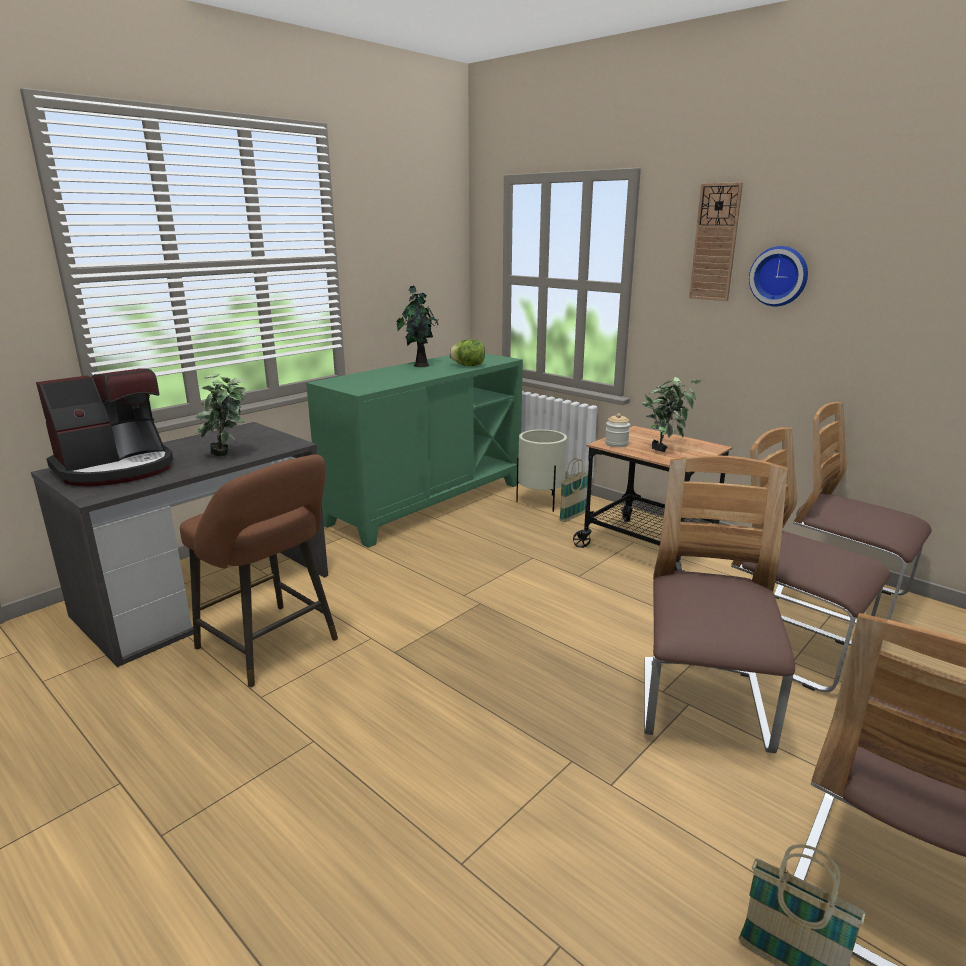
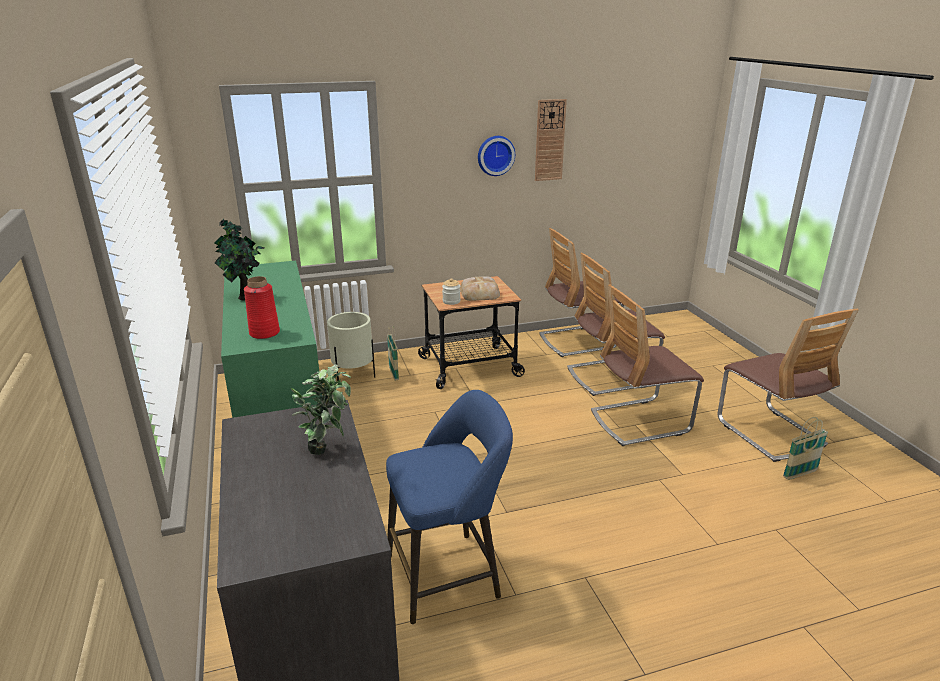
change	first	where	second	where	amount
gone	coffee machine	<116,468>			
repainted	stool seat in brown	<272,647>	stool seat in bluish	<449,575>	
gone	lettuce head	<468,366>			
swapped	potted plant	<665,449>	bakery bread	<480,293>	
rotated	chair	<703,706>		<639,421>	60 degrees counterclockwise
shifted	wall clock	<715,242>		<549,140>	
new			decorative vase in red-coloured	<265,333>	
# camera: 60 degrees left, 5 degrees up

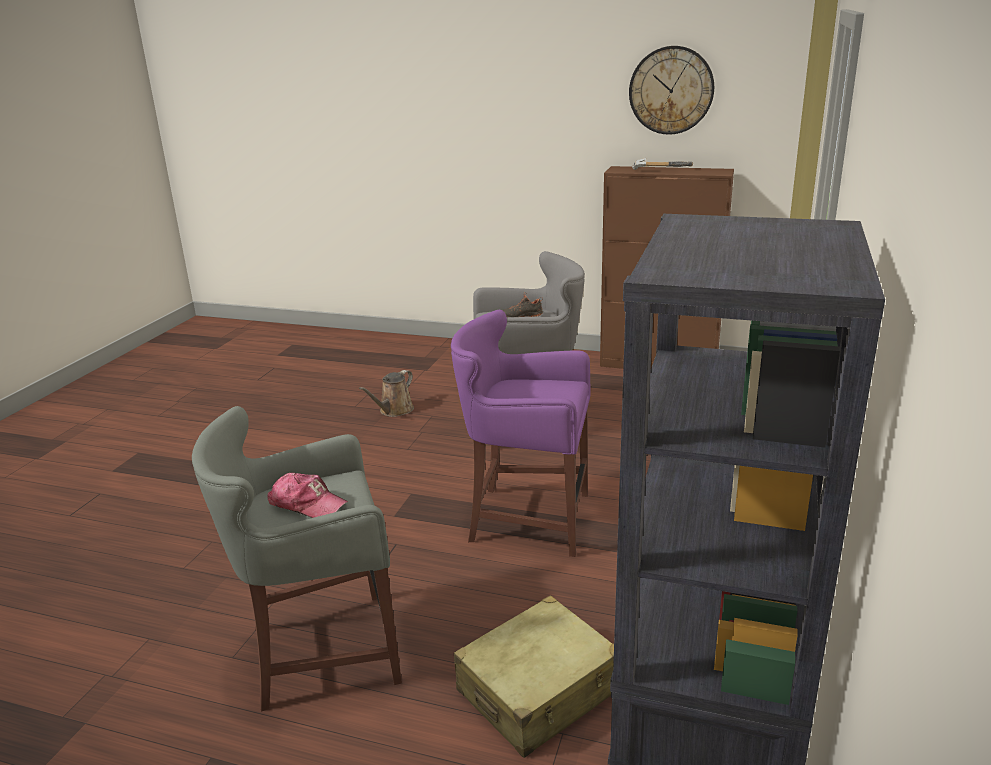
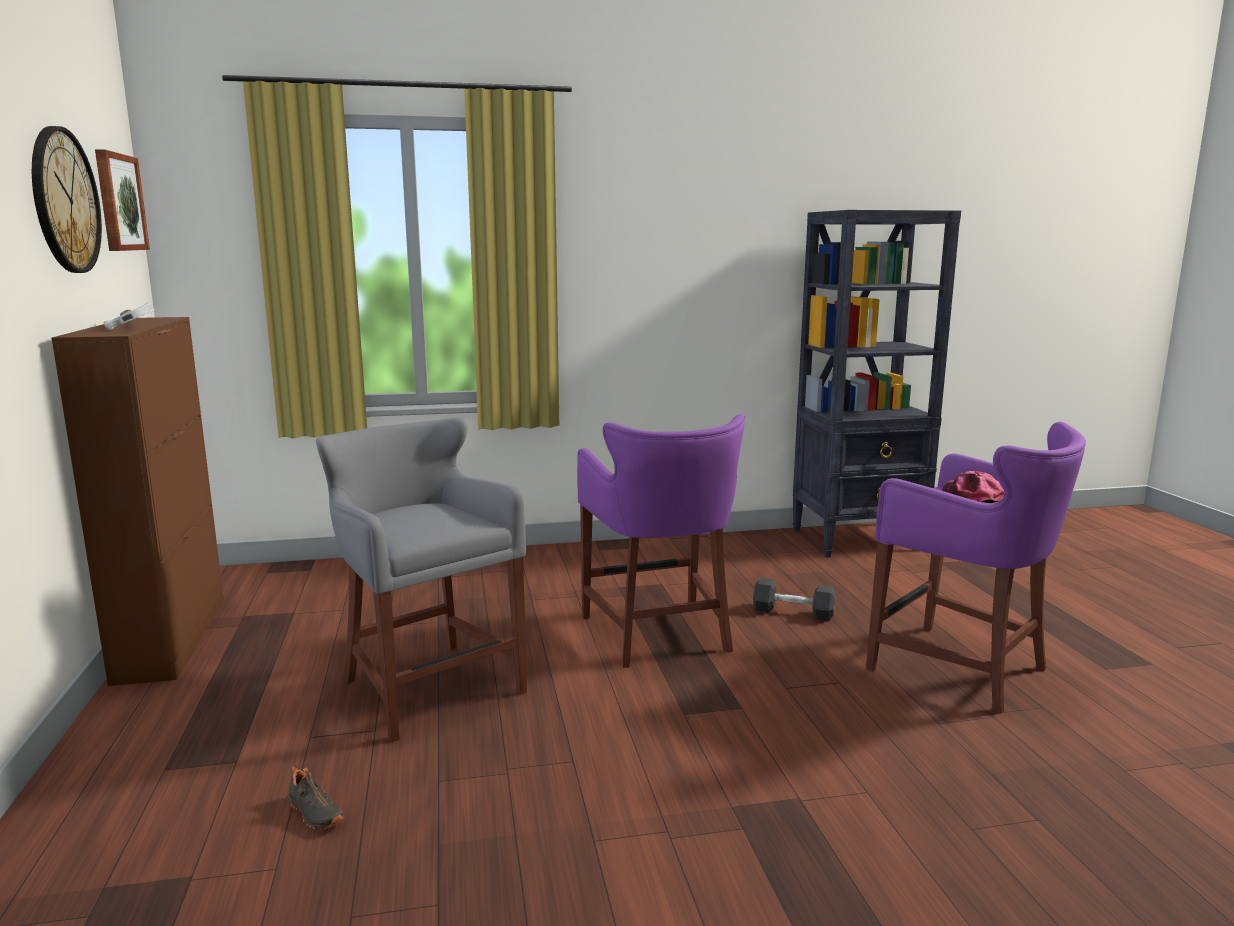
change	first	where	second	where	amount
repainted	stool seat in gray	<319,652>	stool seat in purplish	<963,669>	
gone	watering can in brown	<394,411>			
gone	suitcase in beige-coloured	<539,691>			
shifted	shoe in black	<520,316>		<314,813>	
new			picture	<119,202>	
new			dumbbell in gray	<793,612>	
# camera: 120 degrees left, 10 degrees down

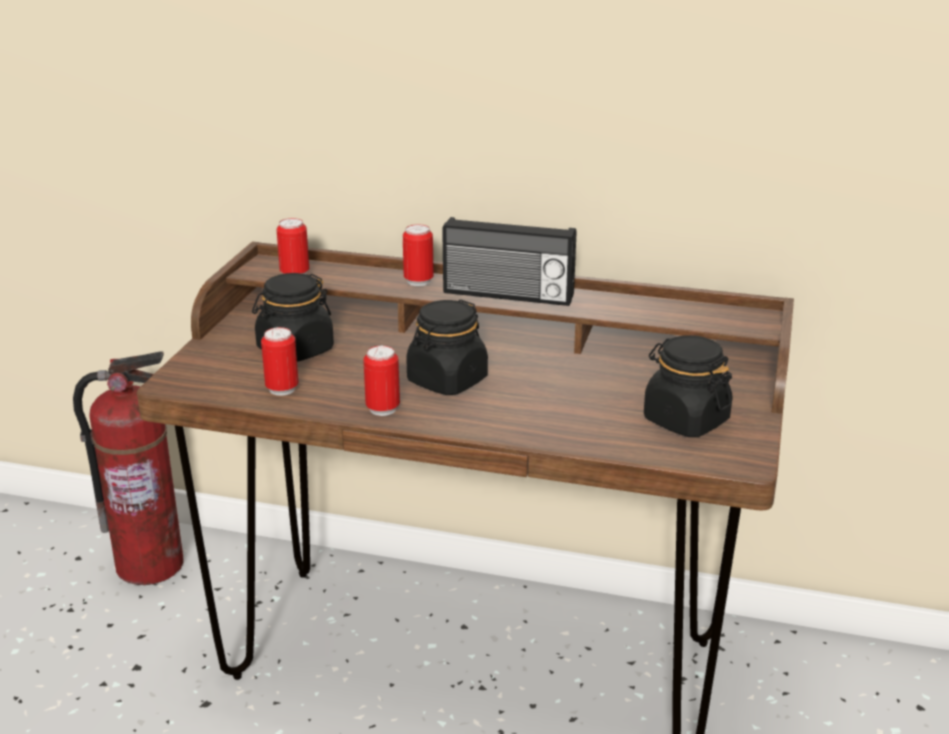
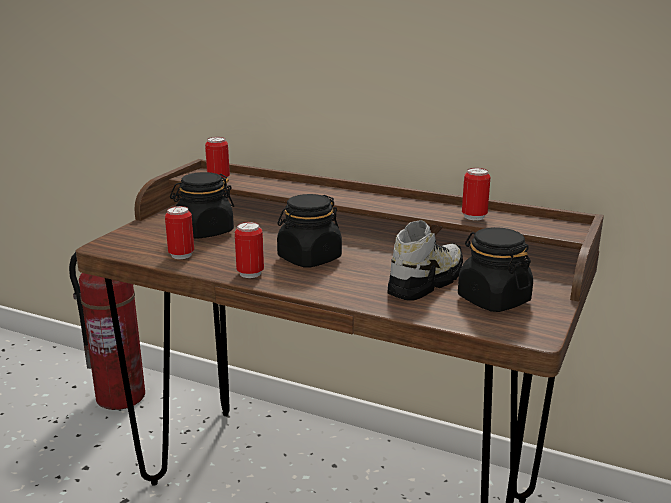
change	first	where	second	where	amount
shifted	sealed can	<418,281>		<474,217>	
gone	radio receiver	<508,295>			
new			shoe	<425,282>	
# camera: 10 degrees right, 5 degrees down

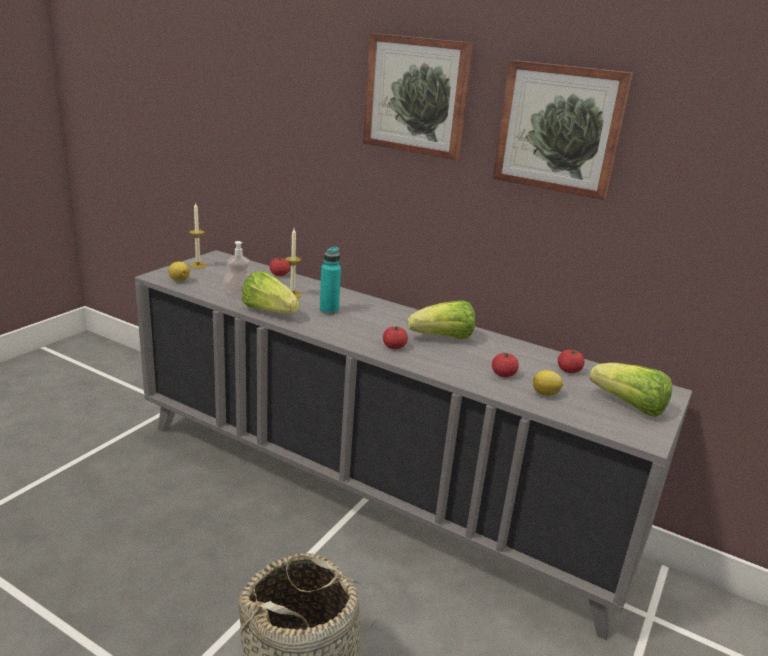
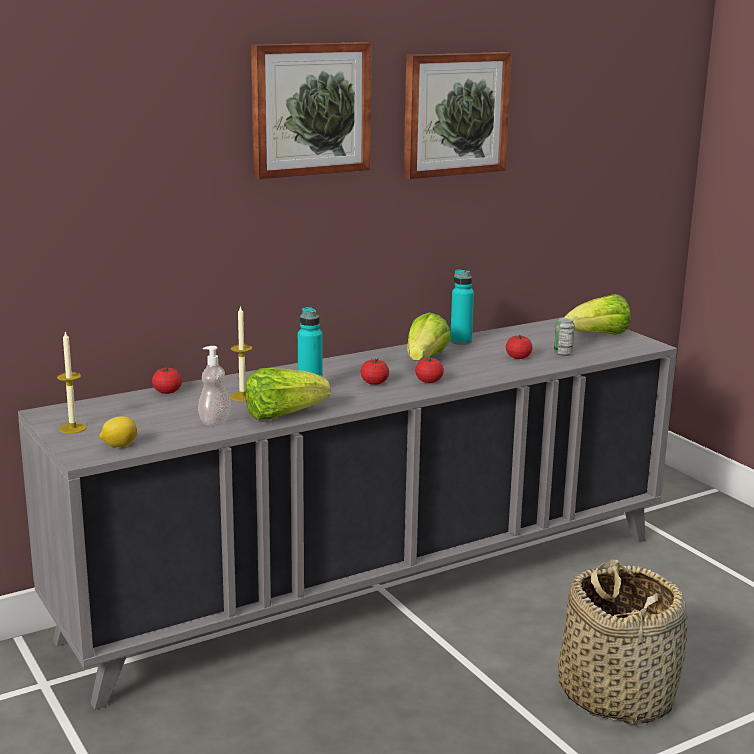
change	first	where	second	where	amount
swapped	whole lemon	<546,394>	sealed can	<562,353>	
shifted	whole tomato	<569,370>		<374,383>	
new			bottle in turquoise	<461,341>	
# camera: 60 degrees left, 5 degrees down

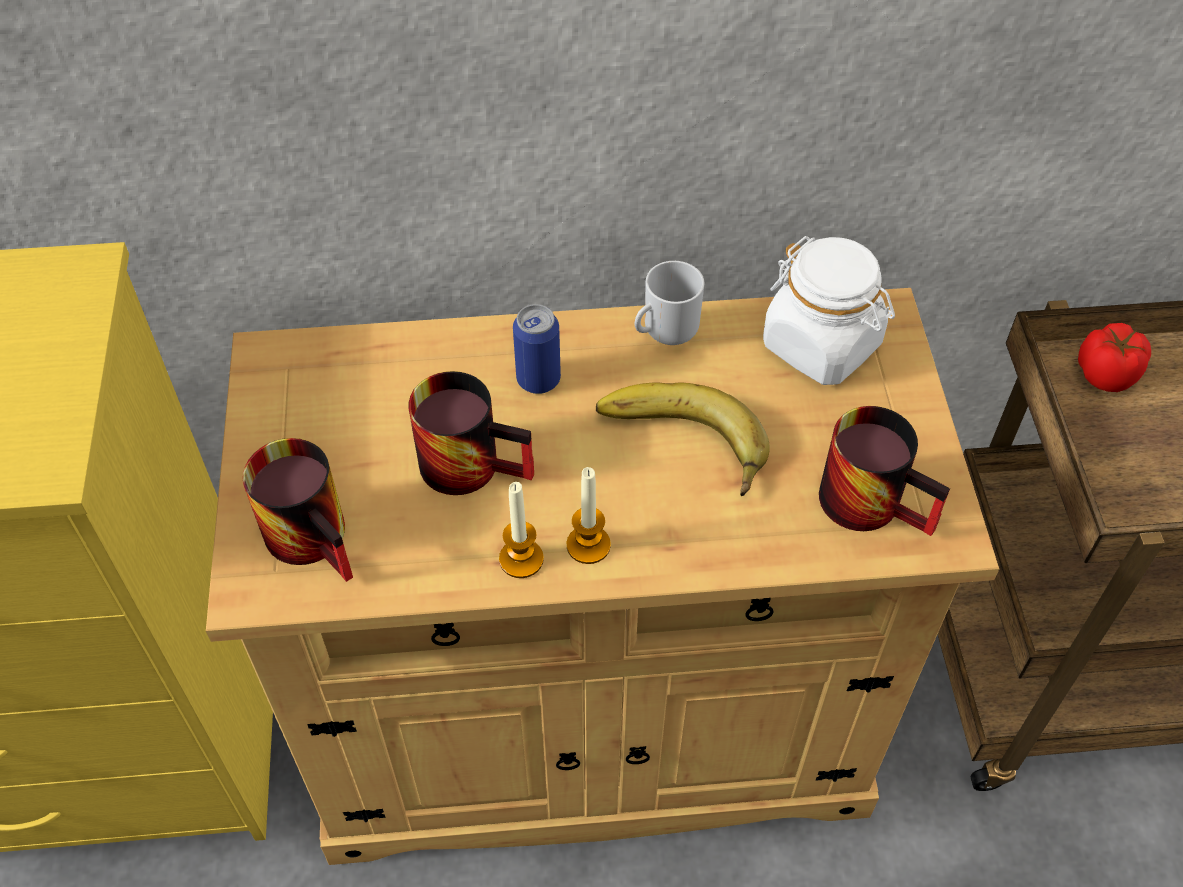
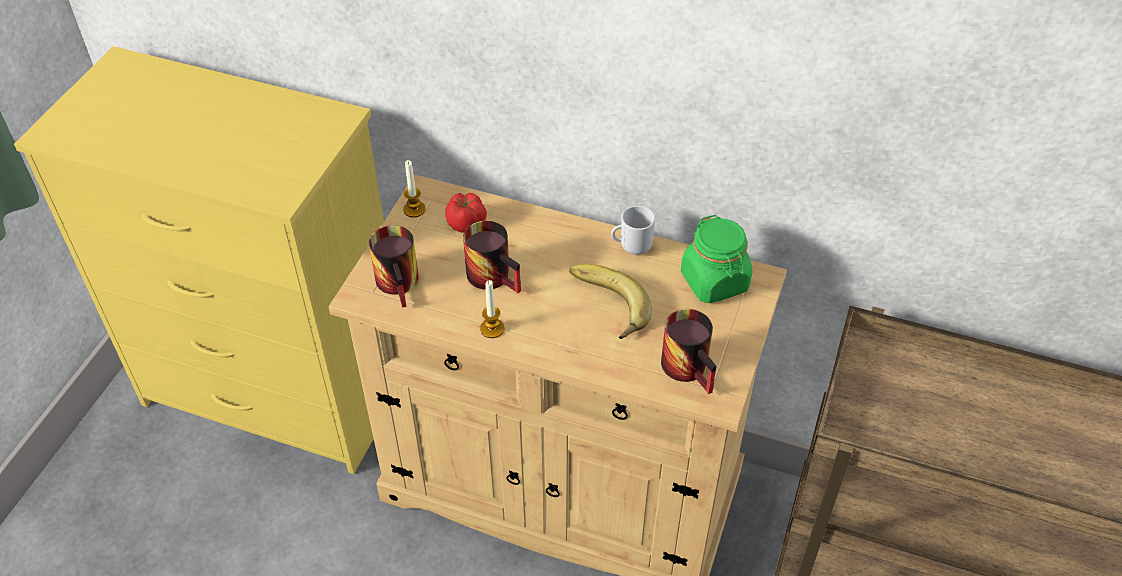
change	first	where	second	where	amount
gone	sealed can	<538,379>			
shifted	candle	<588,545>		<414,209>	
repainted	preserve jar in white-coloured	<822,345>	preserve jar in greenish	<715,282>	
shifted	whole tomato	<1107,374>		<467,224>	
# camera: 25 degrees right, 5 degrees down

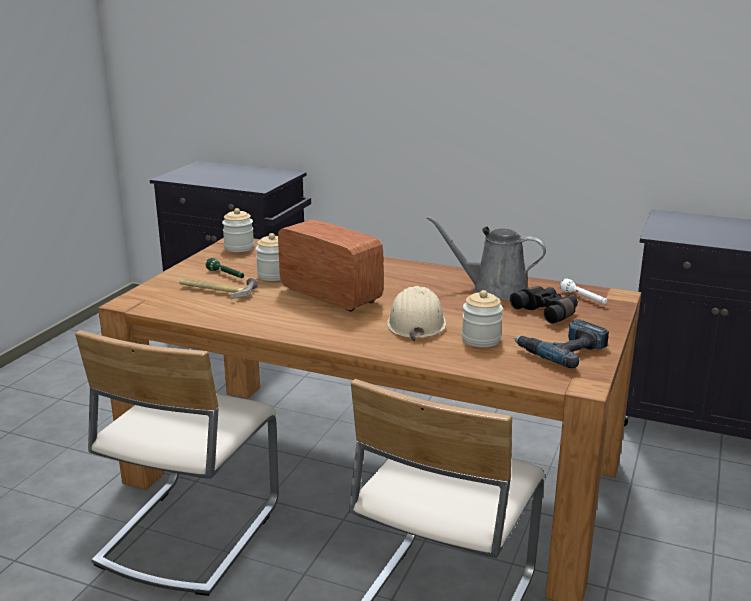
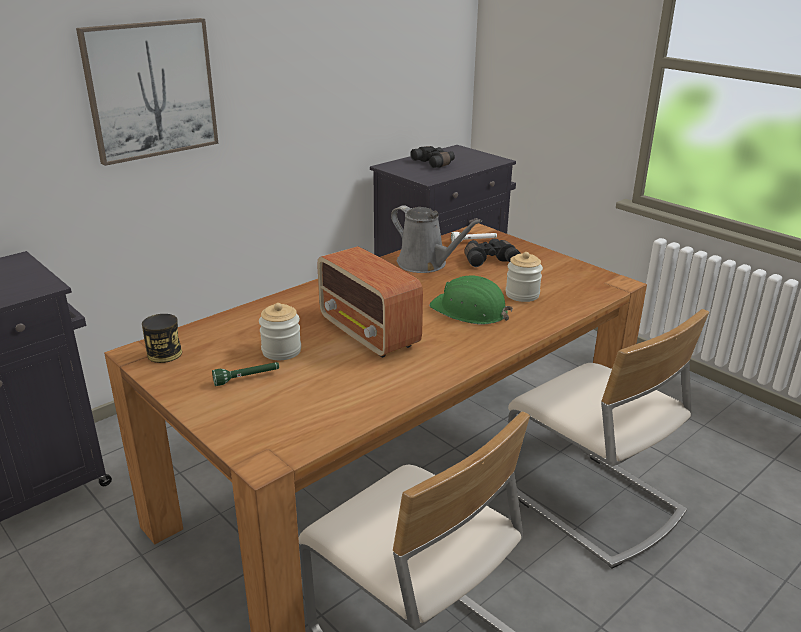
change	first	where	second	where	amount
gone	hand hammer	<217,290>			
swapped	preserve jar	<239,247>	sealed can	<164,354>	
rotated	radio receiver	<329,295>		<369,333>	105 degrees counterclockwise
repainted	work helmet in beige-coloured	<416,323>	work helmet in greenish	<469,310>	
rotated	watering can in gray	<493,289>		<425,264>	90 degrees counterclockwise
gone	power drill	<562,350>			
new			picture	<151,90>	
new			field glasses in black	<434,163>	
# camera: 65 degrees left, 5 degrees up

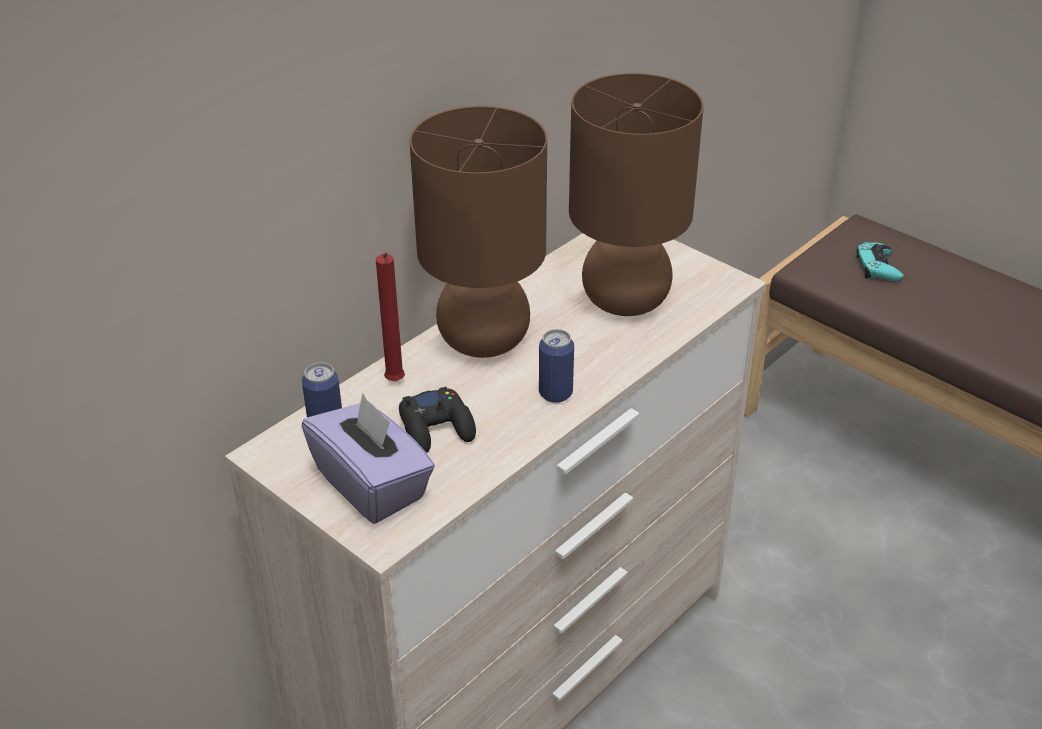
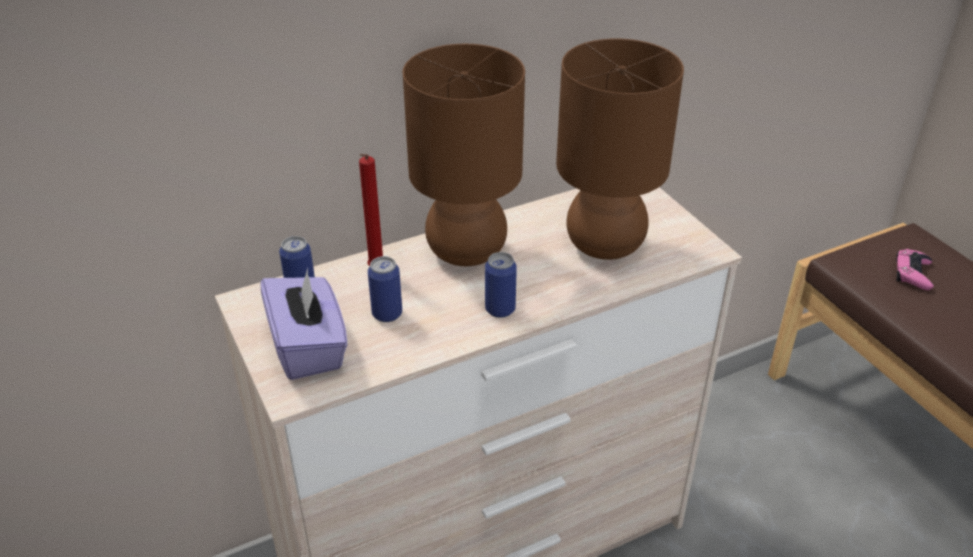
change	first	where	second	where	amount
swapped	gamepad in black	<437,428>	sealed can	<387,314>	
repainted	gamepad in turquoise	<877,267>	gamepad in pinkish	<912,274>	
# camera: 20 degrees right, 0 degrees up

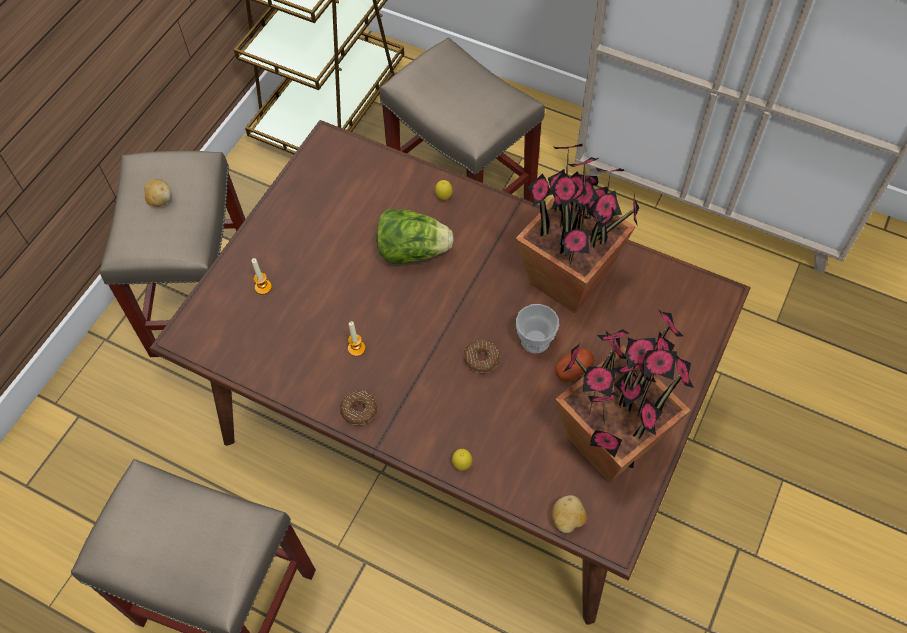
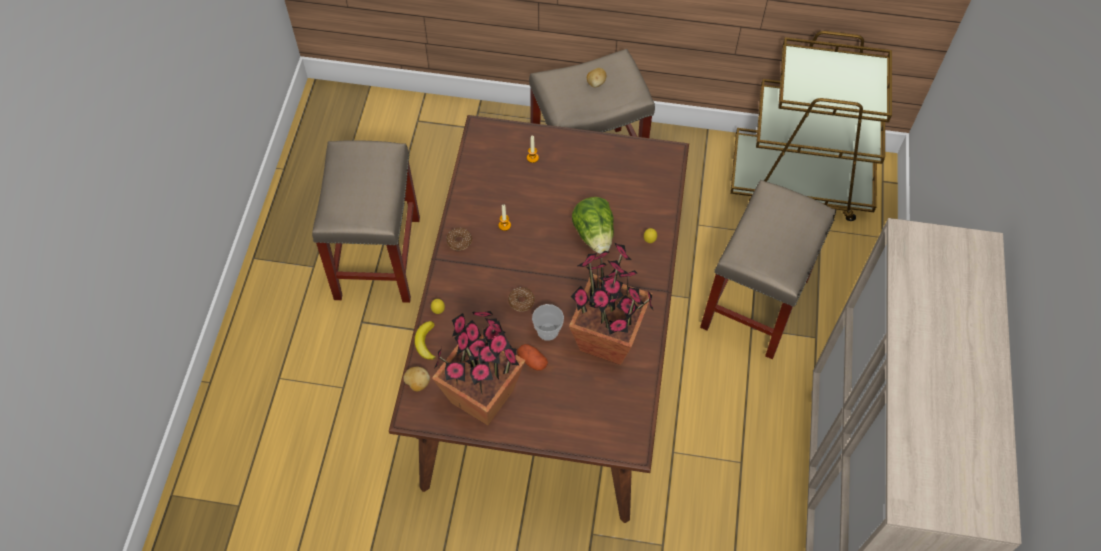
change	first	where	second	where	amount
new			banana	<425,342>	
# camera: 70 degrees right, 0 degrees up

